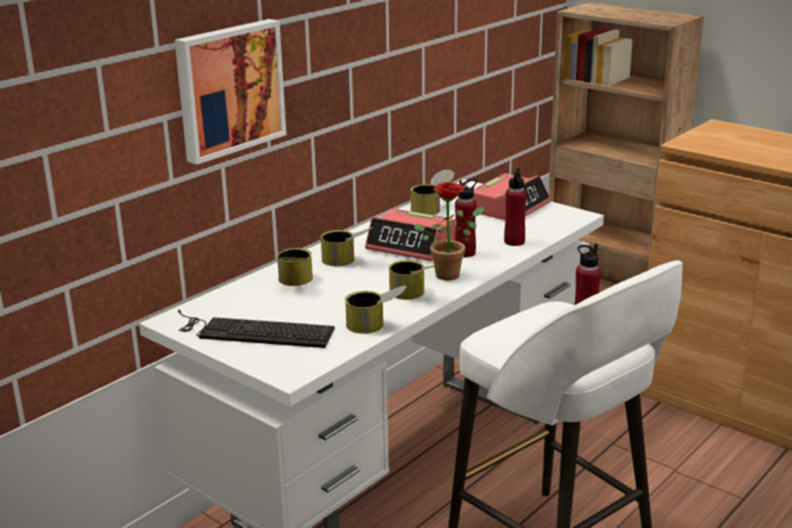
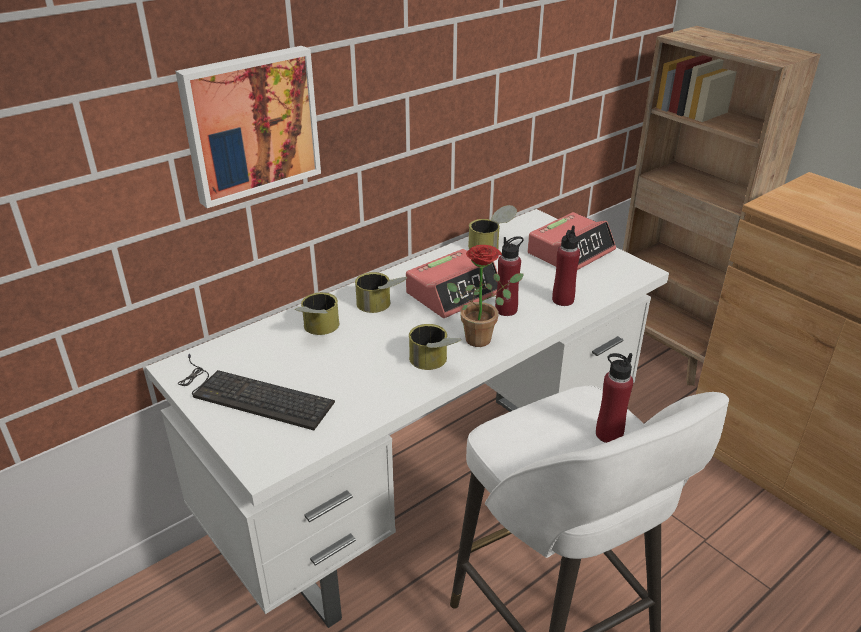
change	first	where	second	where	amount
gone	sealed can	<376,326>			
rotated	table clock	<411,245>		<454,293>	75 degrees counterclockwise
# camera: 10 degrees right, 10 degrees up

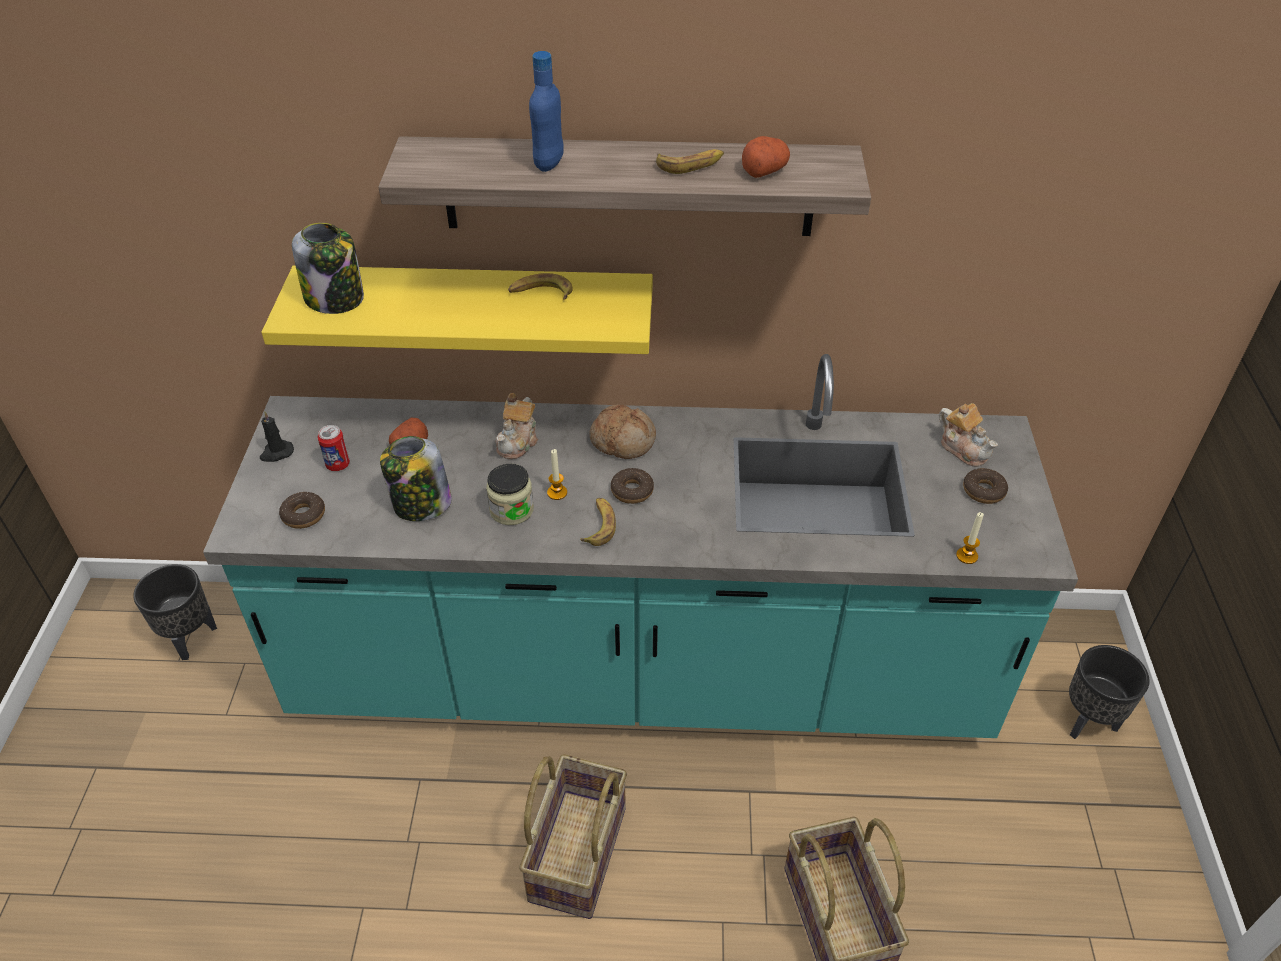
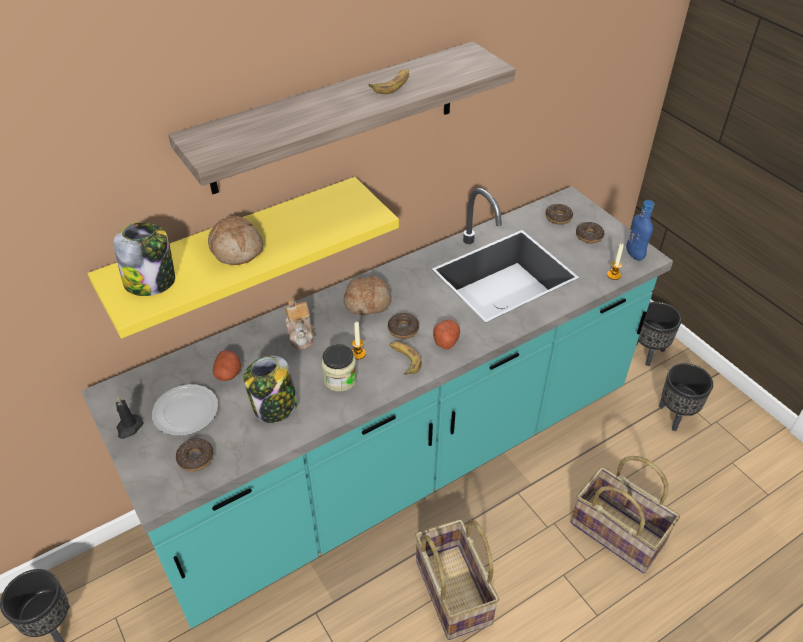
change	first	where	second	where	amount
swapped	sealed can	<338,465>	flat dish	<186,412>	
gone	banana	<540,293>			
shifted	bottle in bluish	<549,163>		<634,254>	
shifted	spud	<764,170>		<446,340>	
swapped	pot for tea	<964,448>	doughnut	<558,218>	
new			bakery bread	<237,249>	
new			planter in black	<676,416>	
# camera: 35 degrees left, 0 degrees up

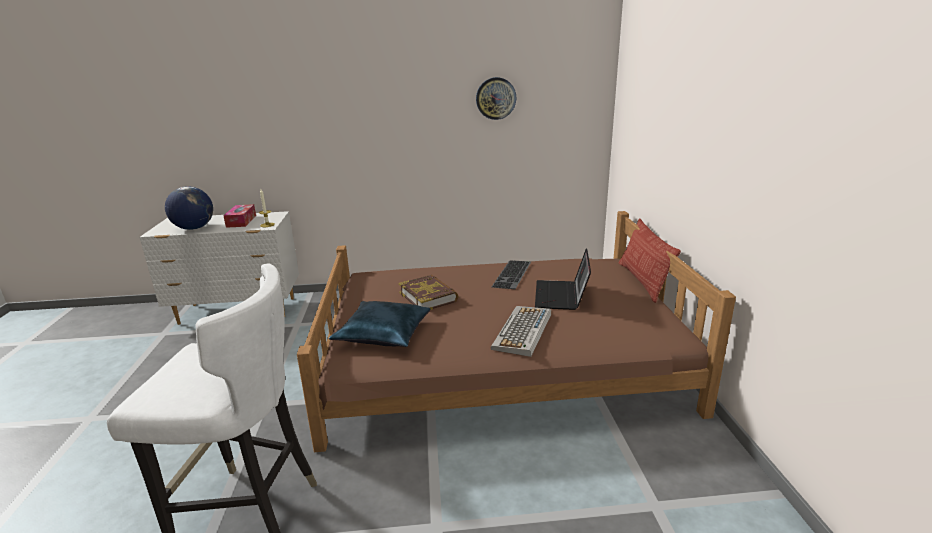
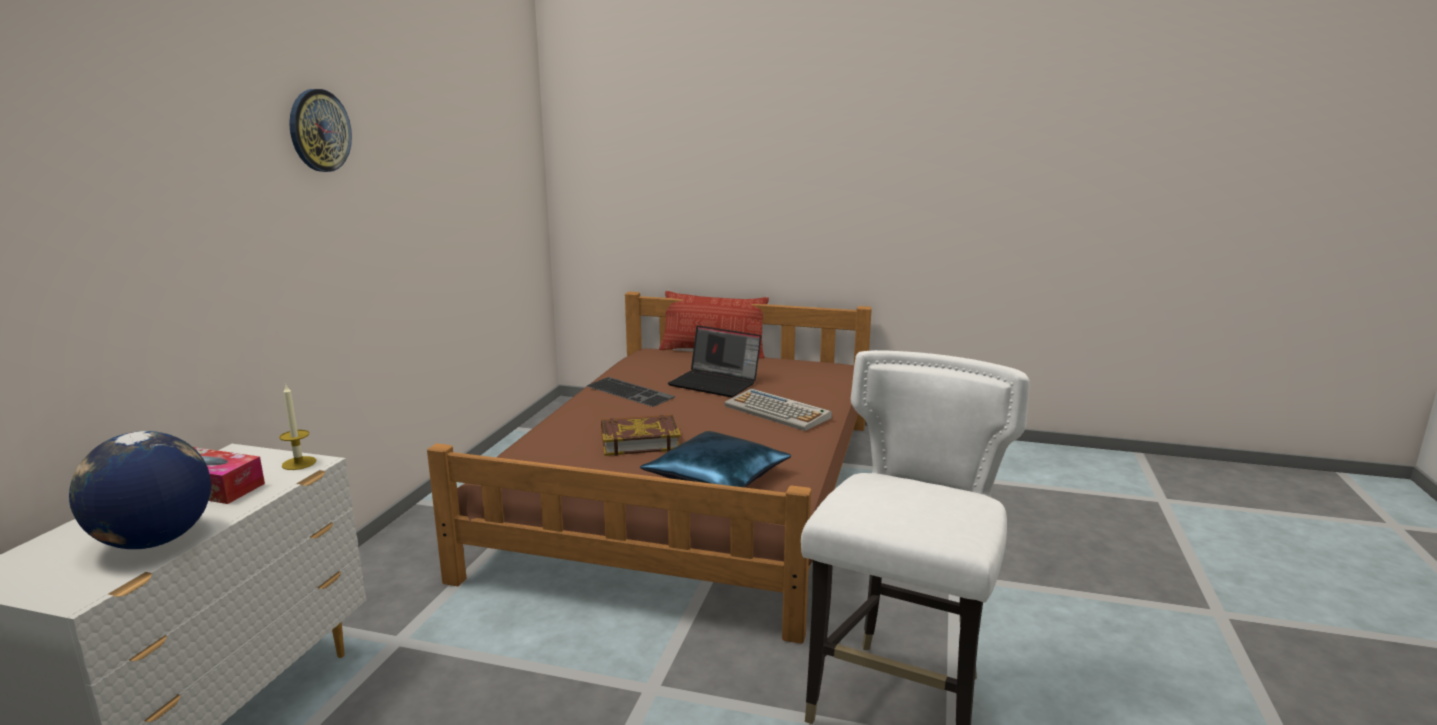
change	first	where	second	where	amount
shifted	wall clock	<495,98>		<319,130>	
# camera: 70 degrees left, 5 degrees down

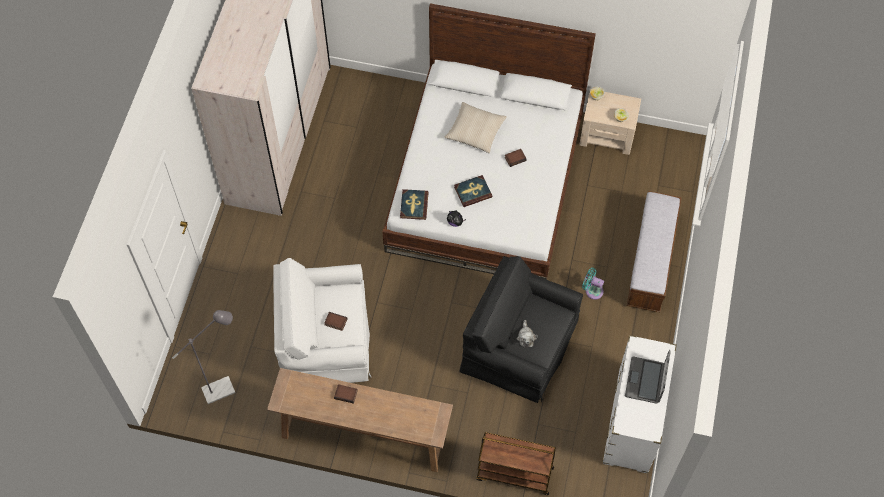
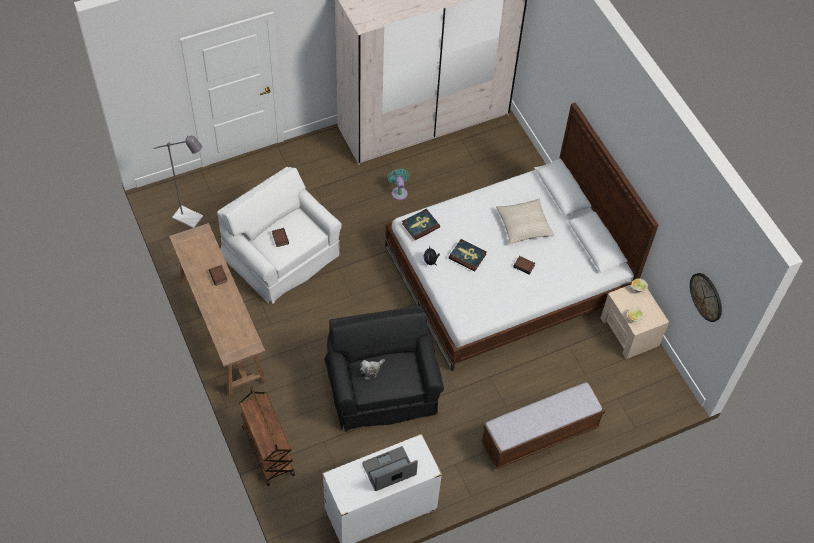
change	first	where	second	where	amount
shifted	cooling fan in turquoise	<592,290>		<399,192>	
new			wall clock	<706,297>	
# camera: 50 degrees right, 5 degrees down

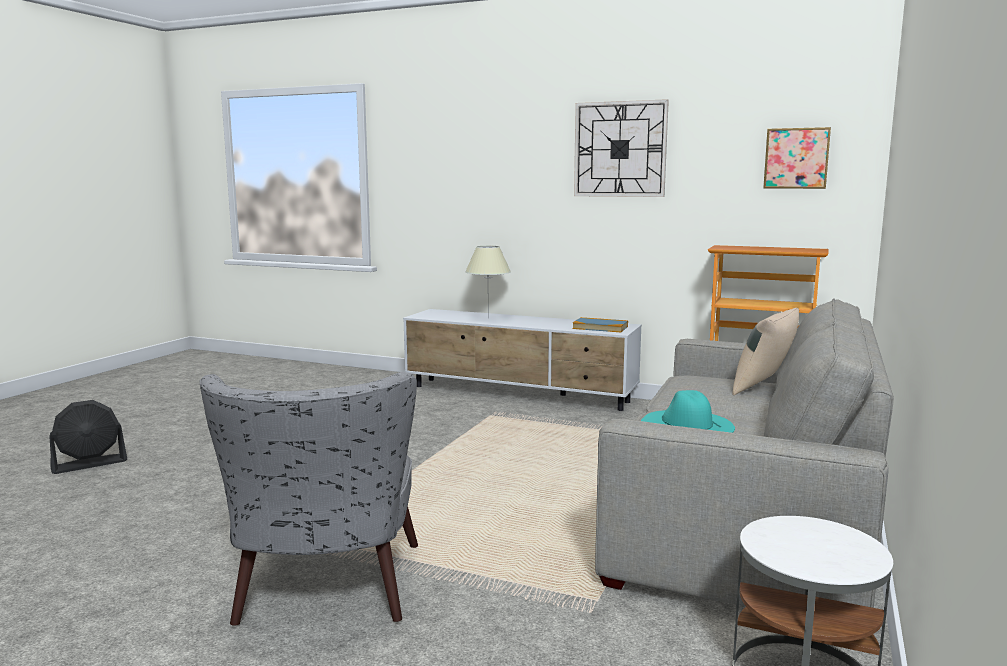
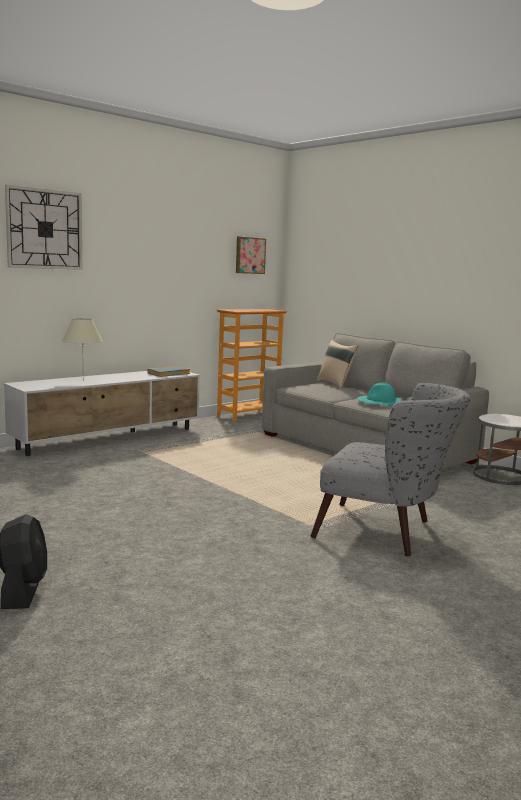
change	first	where	second	where	amount
shifted	wall clock	<620,149>		<44,229>	
# camera: 65 degrees left, 0 degrees up

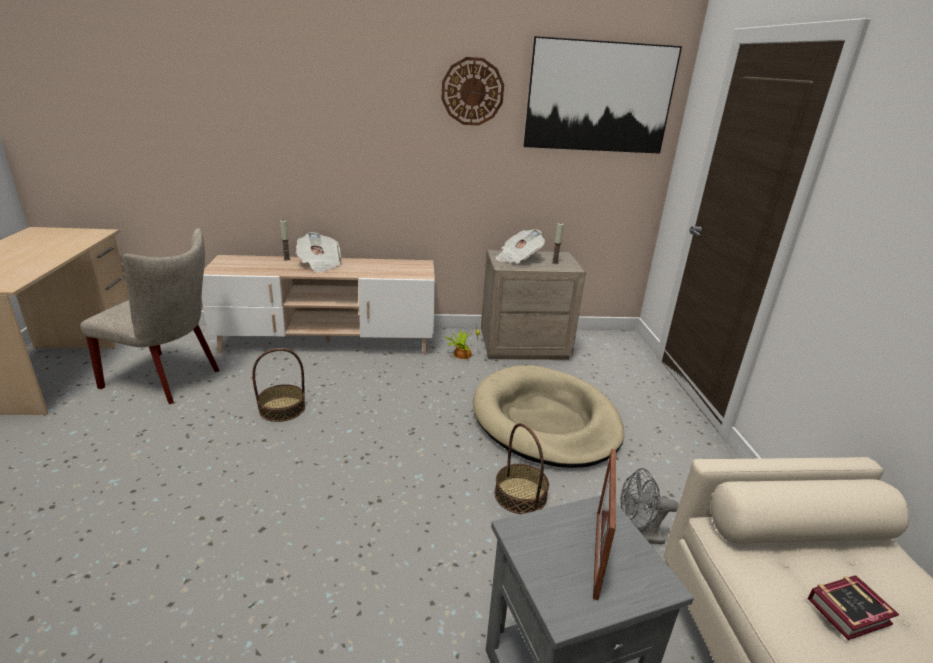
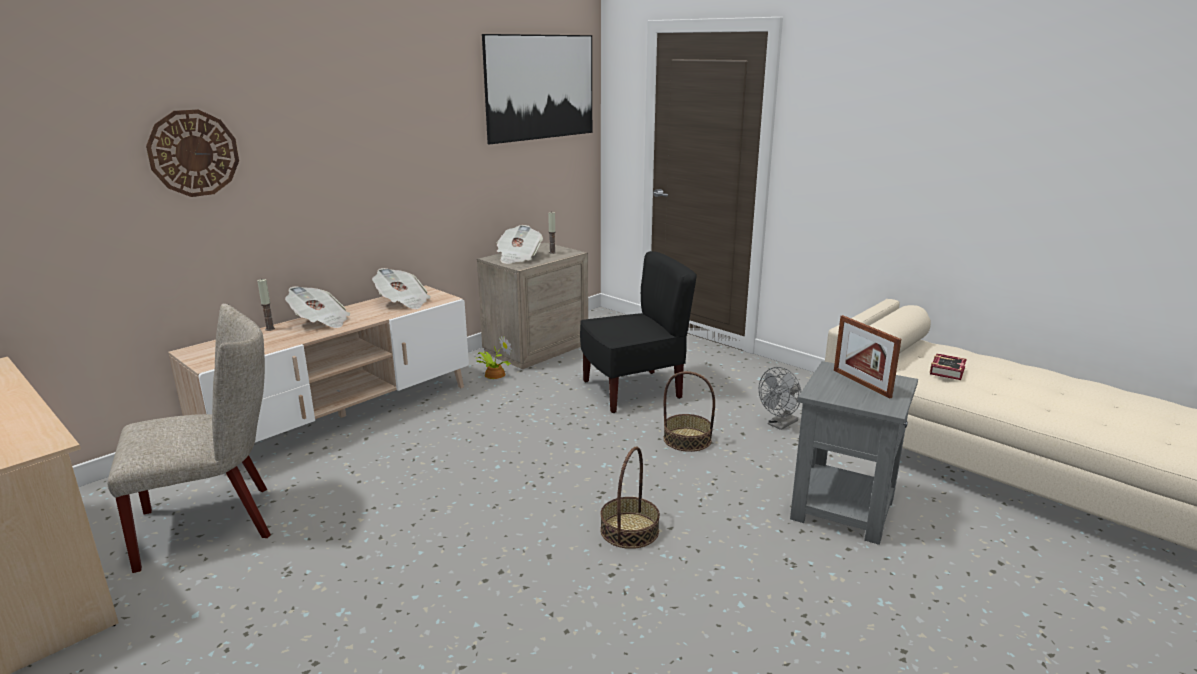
change	first	where	second	where	amount
shifted	basket	<282,408>		<629,530>	
shifted	wall clock	<472,92>		<193,153>	
swapped	pet bed in beige-coloured	<545,420>	chair in black	<633,390>	
new			newspaper	<403,302>	
# camera: 40 degrees left, 5 degrees down

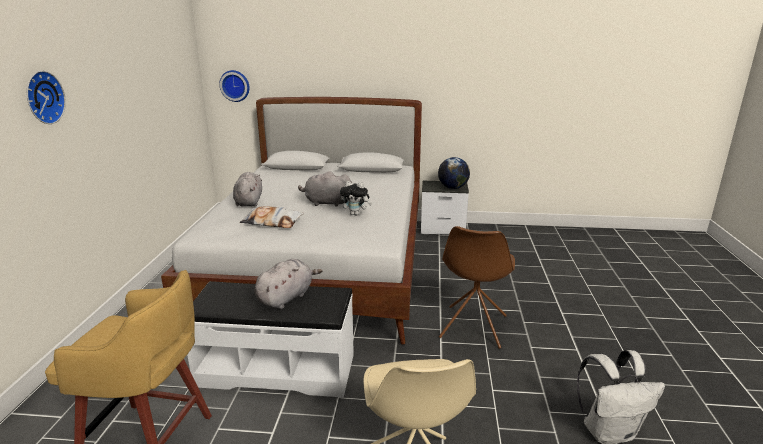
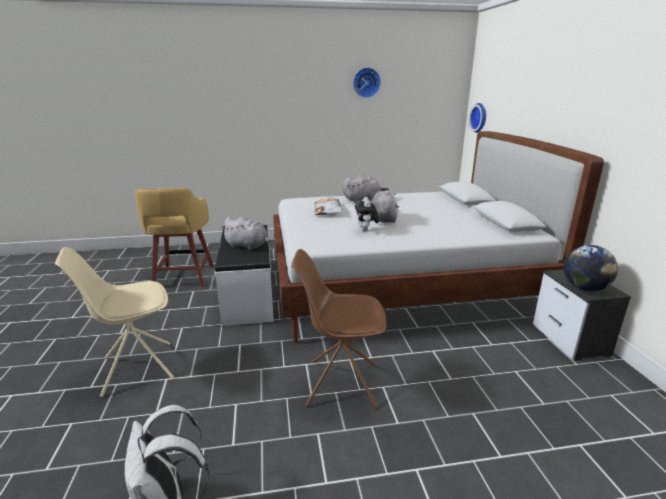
change	first	where	second	where	amount
shifted	wall clock	<42,97>		<366,82>	
# camera: 75 degrees right, 0 degrees up

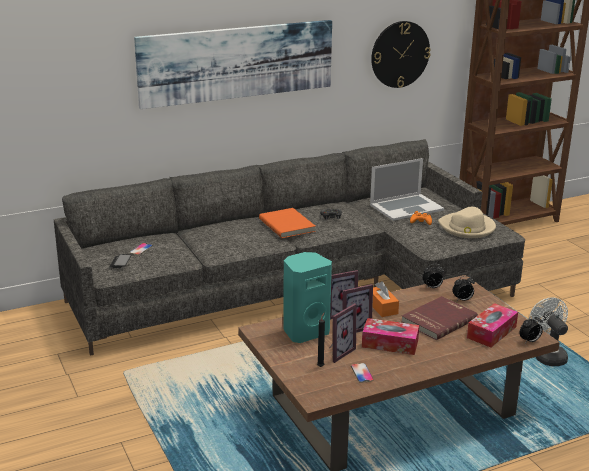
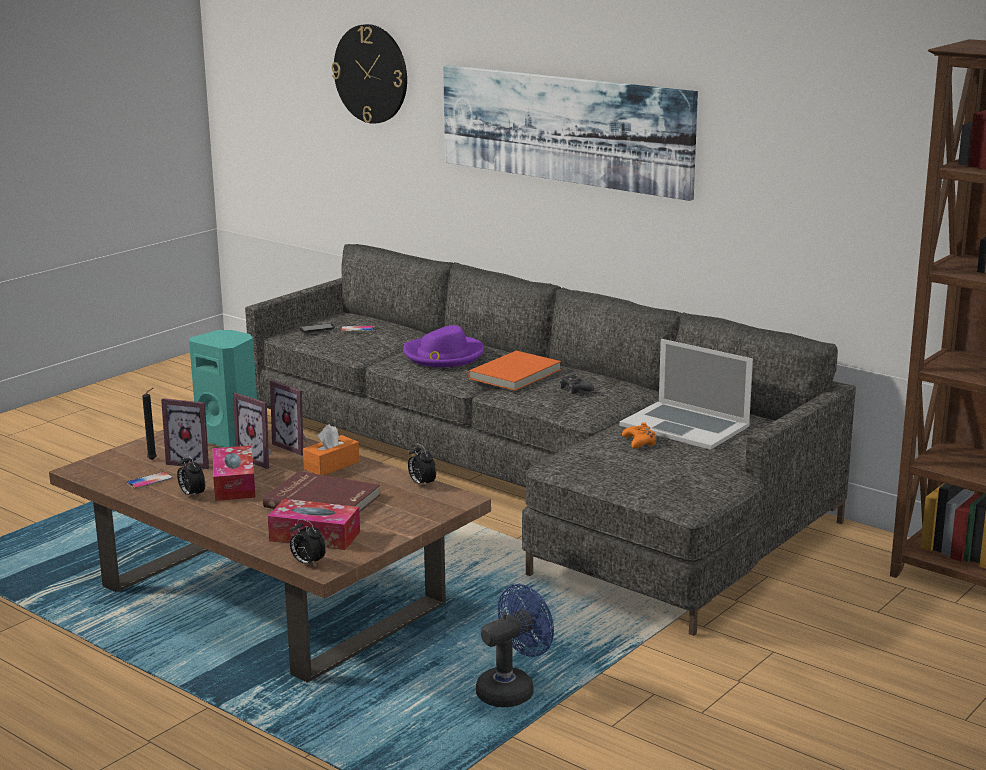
change	first	where	second	where	amount
shifted	wall clock	<400,54>		<371,74>	
gone	clothing hat in beige-coloured	<467,228>			
shifted	table clock	<462,300>		<191,495>	
repainted	cooling fan in white-coloured	<547,355>	cooling fan in bluish	<512,689>	
new			clothing hat in purplish	<443,355>	
# camera: 65 degrees right, 5 degrees down

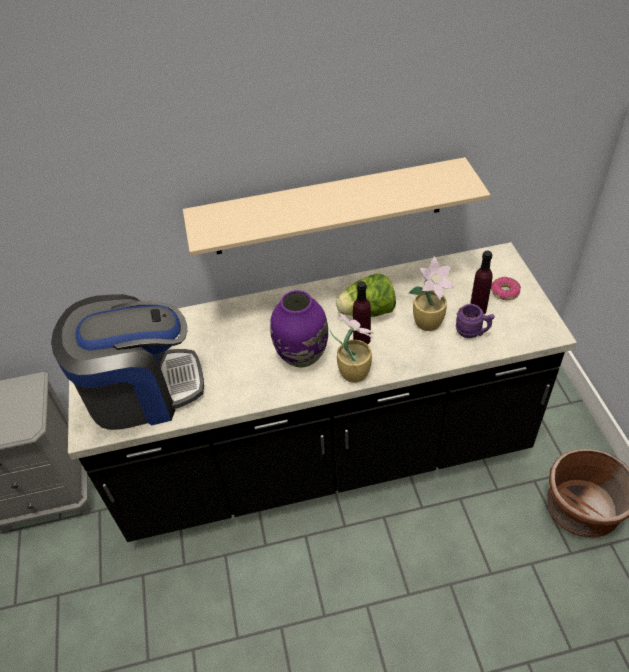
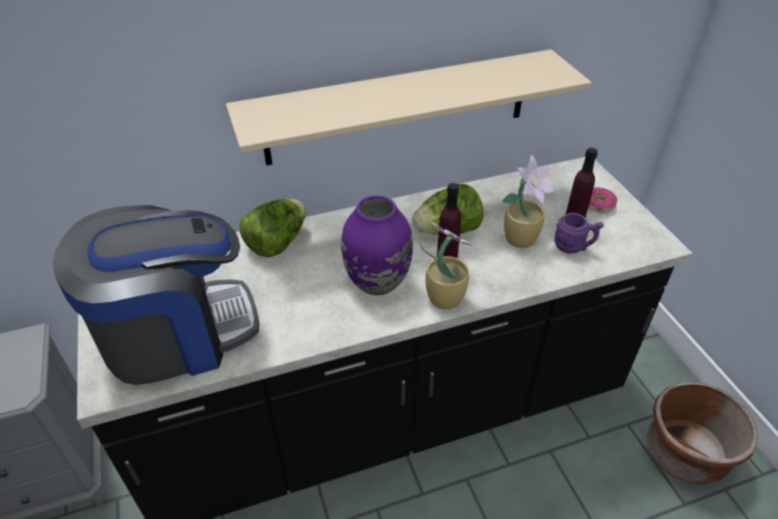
change	first	where	second	where	amount
new			lettuce head	<277,243>	
# camera: 10 degrees left, 5 degrees down

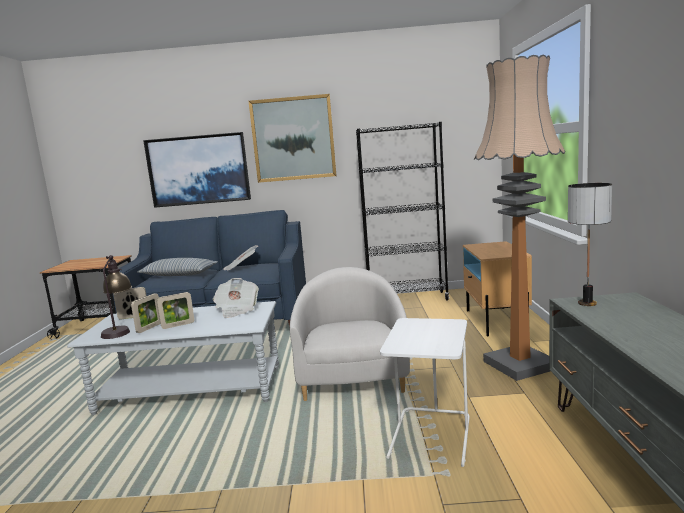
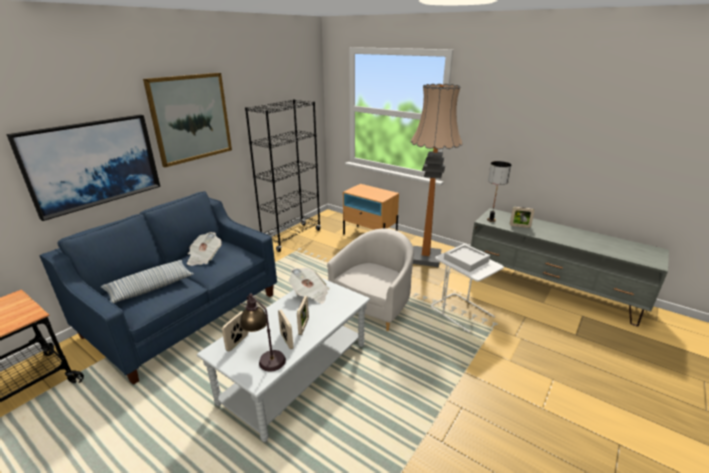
change	first	where	second	where	amount
rotated	easy chair in white-coloured	<352,378>		<373,304>	90 degrees clockwise
new			tray in gray	<466,260>	
new			picture frame	<519,226>	
# camera: 55 degrees left, 15 degrees up

